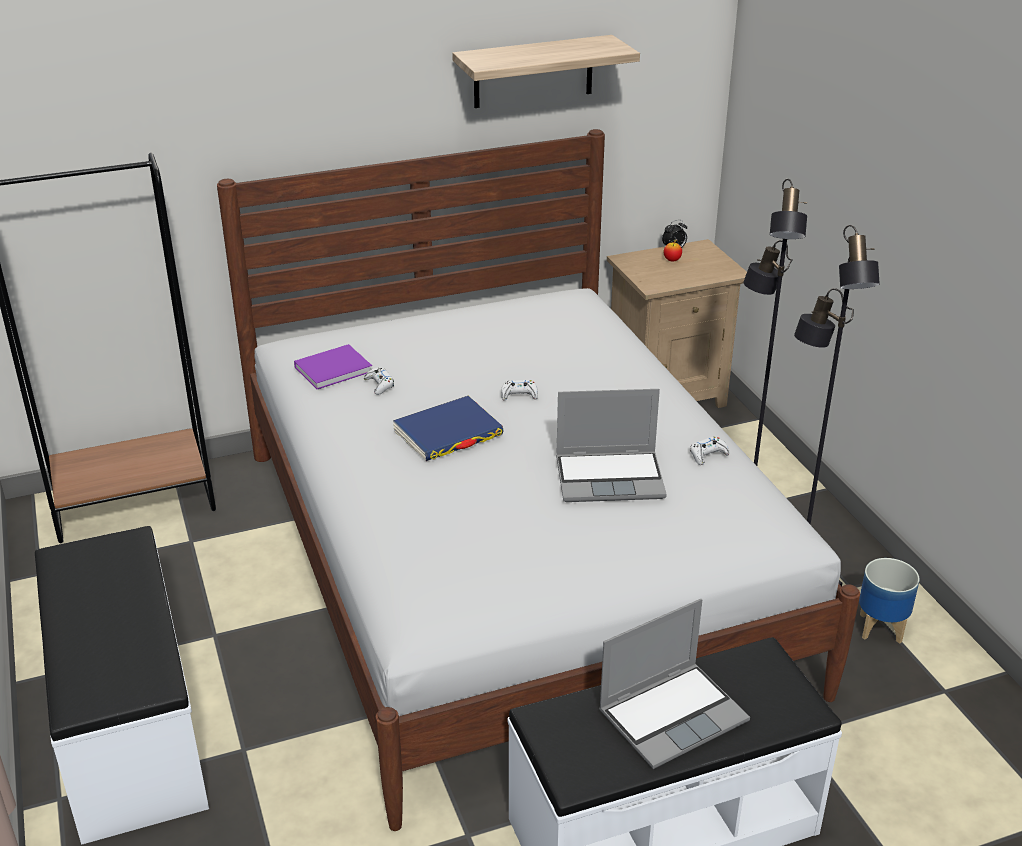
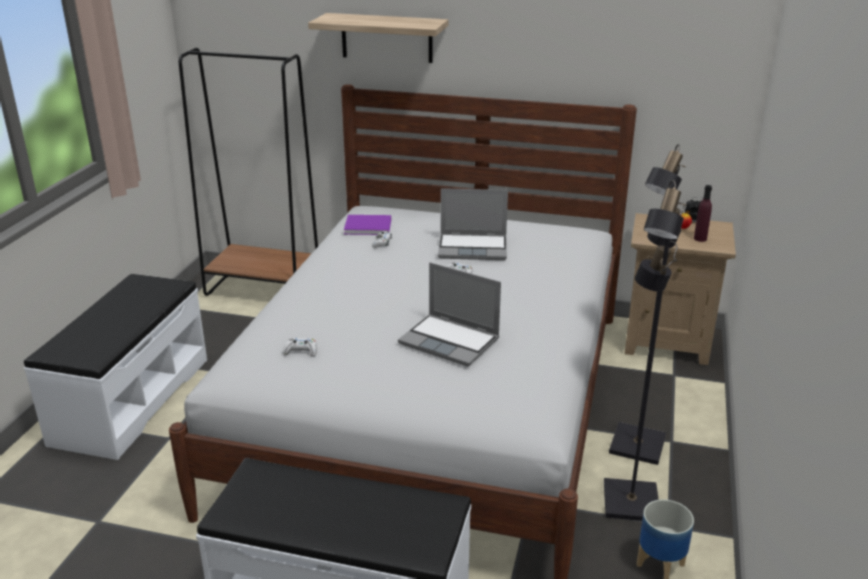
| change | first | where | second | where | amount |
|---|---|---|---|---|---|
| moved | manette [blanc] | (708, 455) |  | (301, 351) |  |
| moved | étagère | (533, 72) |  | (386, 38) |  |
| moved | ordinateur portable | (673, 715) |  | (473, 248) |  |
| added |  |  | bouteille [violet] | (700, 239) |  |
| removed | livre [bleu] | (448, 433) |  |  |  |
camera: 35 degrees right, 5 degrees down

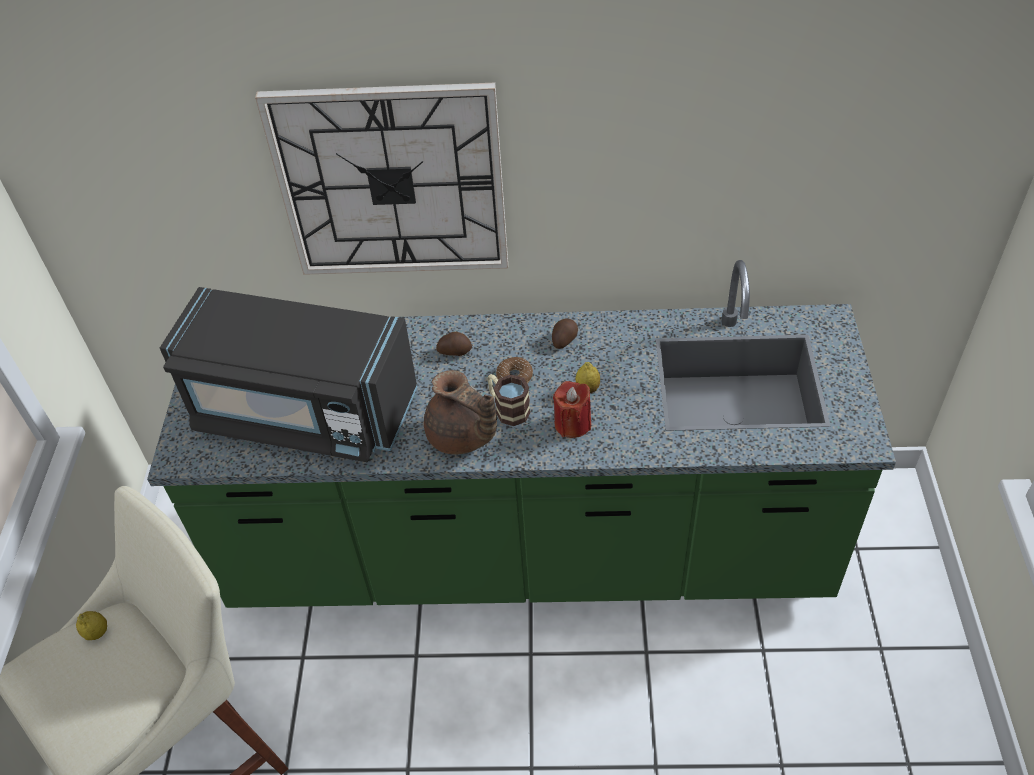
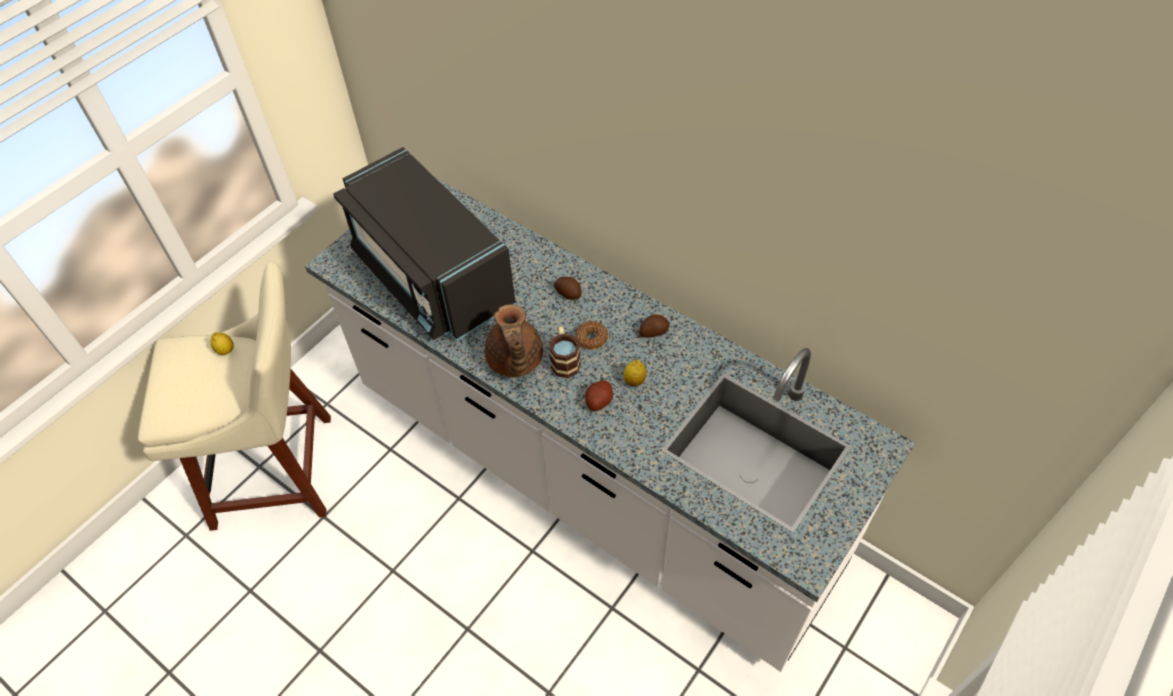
| change | first | where | second | where | amount |
|---|---|---|---|---|---|
| recoloured | comptoir de cuisine [vert] | (529, 553) | comptoir de cuisine [blanc] | (591, 478) |  |
| replaced | bougie [rouge] | (572, 424) | pomme de terre | (598, 401) |  |
| removed | horloge murale | (392, 183) |  |  |  |
camera: 35 degrees right, 5 degrees up

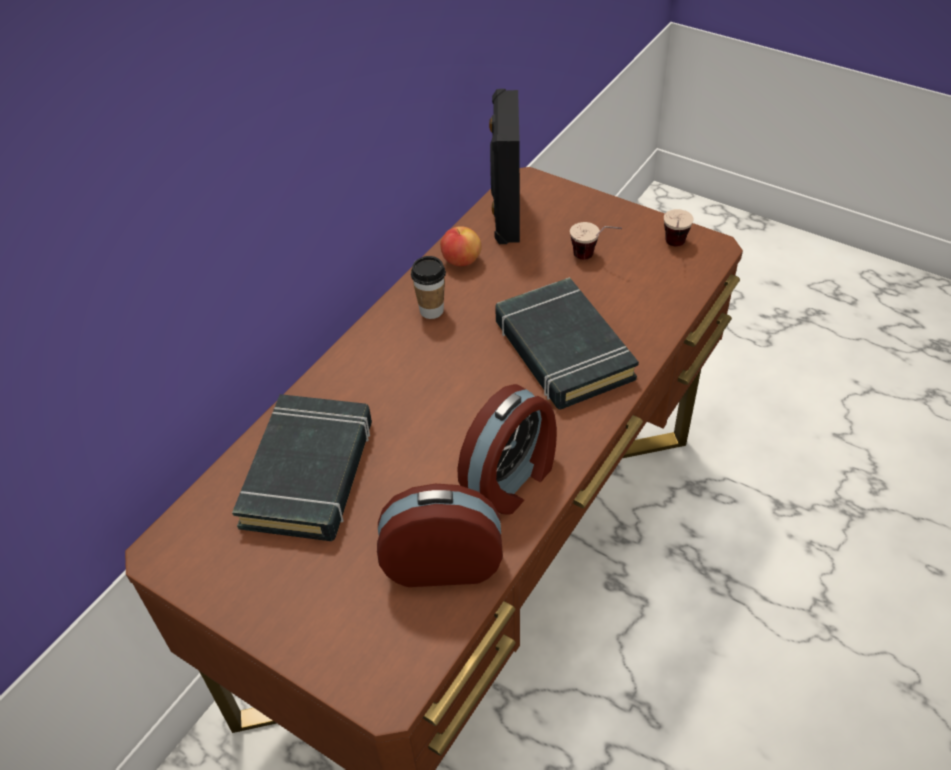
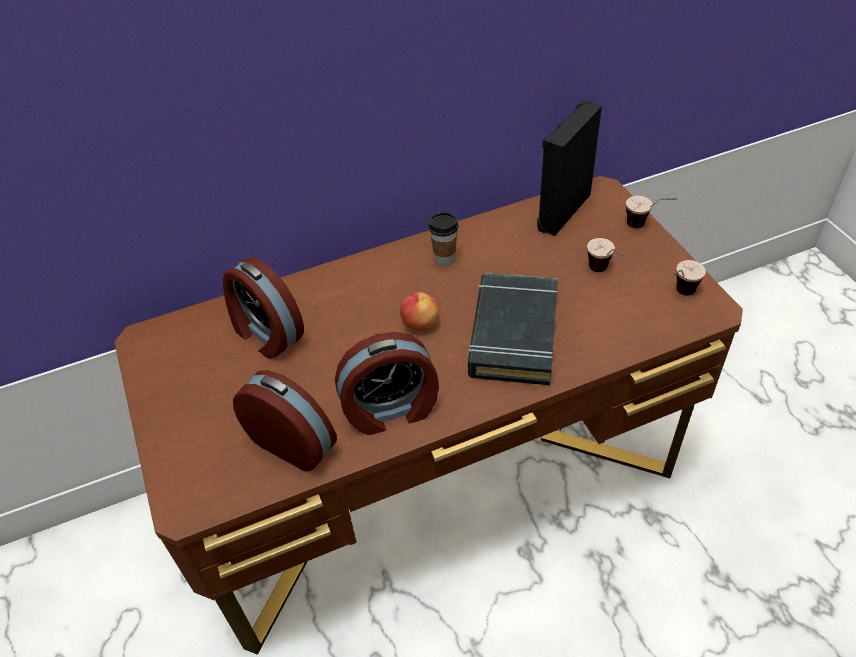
| change | first | where | second | where | amount |
|---|---|---|---|---|---|
| replaced | livre [noir] | (309, 473) | réveil | (266, 334) |  |
| moved | pomme | (461, 261) |  | (420, 323) |  |
| added |  |  | tasse | (645, 226) |  |
camera: 35 degrees right, 0 degrees up

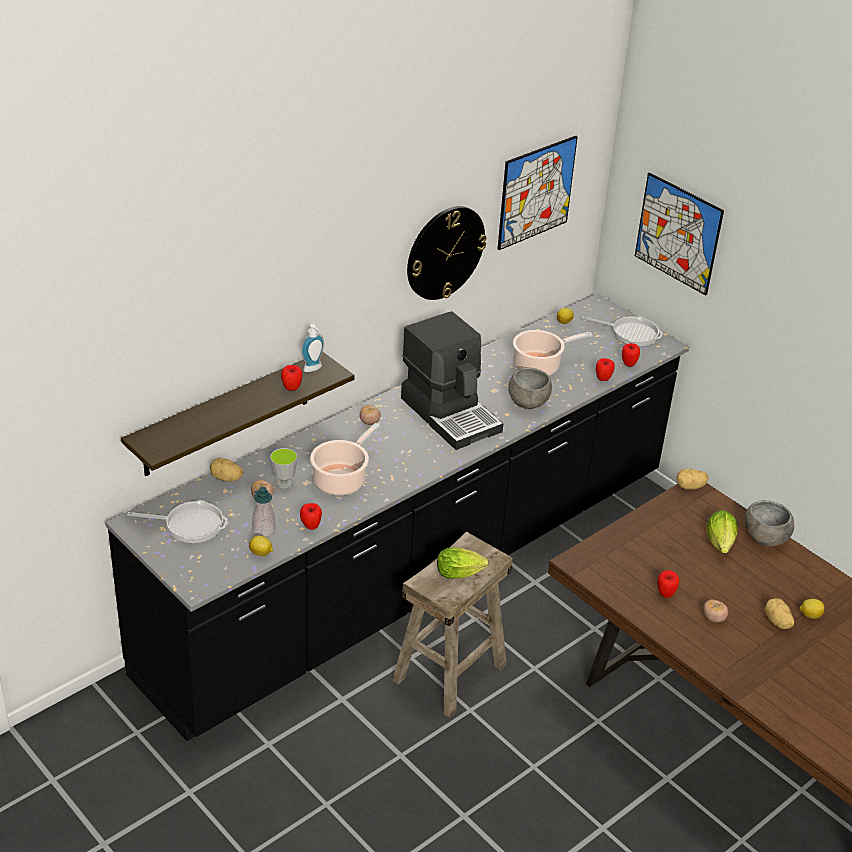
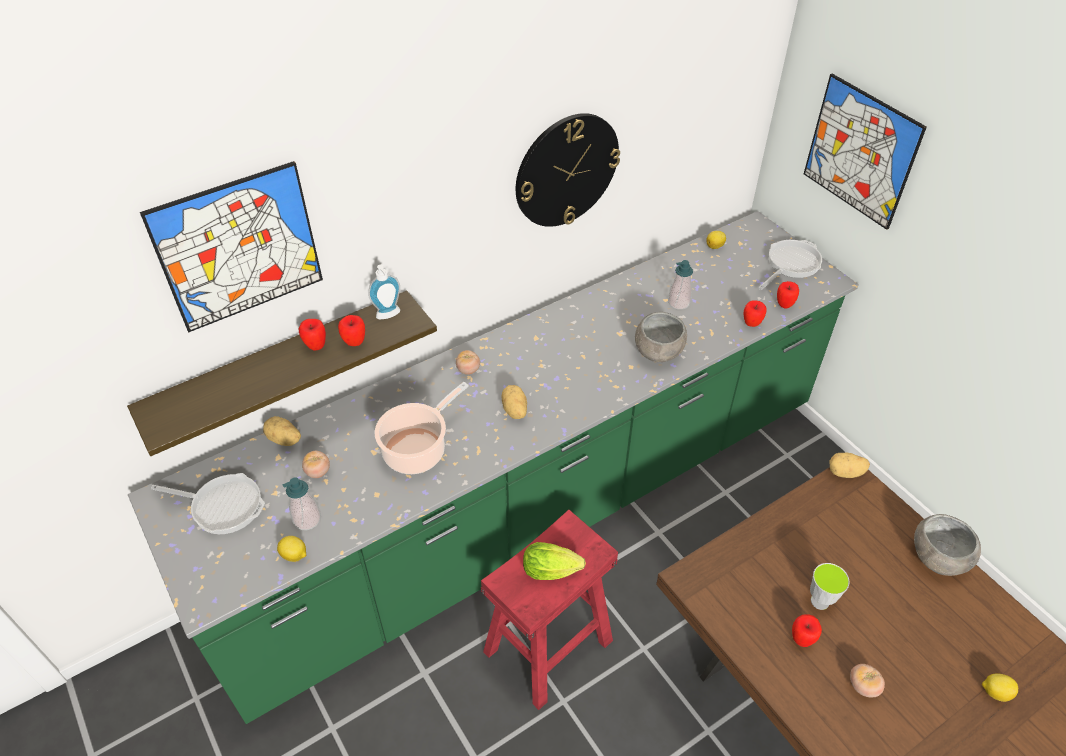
| change | first | where | second | where | amount |
|---|---|---|---|---|---|
| recoloured | comptoir de cuisine [noir] | (416, 572) | comptoir de cuisine [vert] | (533, 510) |  |
| moved | tableau | (536, 192) |  | (239, 248) |  |
| moved | pomme | (311, 527) |  | (316, 346) |  |
| recoloured | tabouret [beige] | (449, 671) | tabouret [rouge] | (548, 645) |  |
| moved | pomme de terre | (777, 622) |  | (514, 410) |  |
| replaced | marmite | (539, 366) | distributeur de savon | (678, 303) |  |
| turned | poêle | (631, 333) |  | (791, 264) | 75 degrees counterclockwise |
| moved | tasse | (284, 484) |  | (820, 601) |  |
| removed | machine à café | (451, 414) |  |  |  |
| removed | laitue | (720, 545) |  |  |  |
camera: 10 degrees right, 10 degrees up

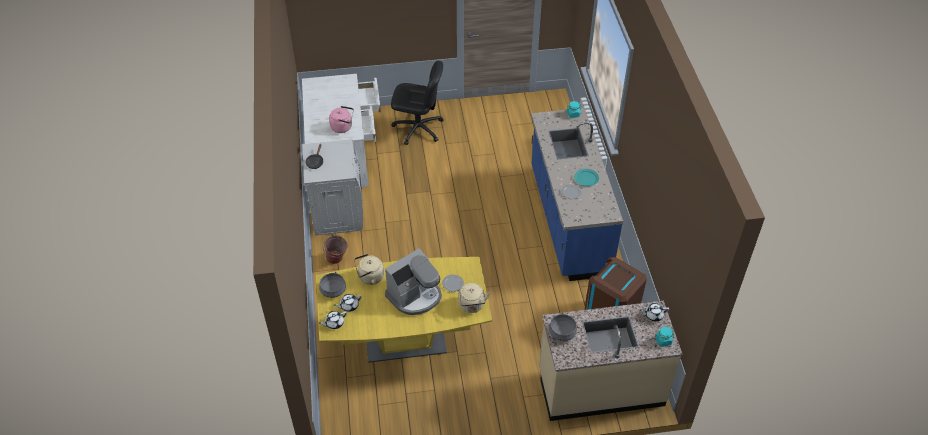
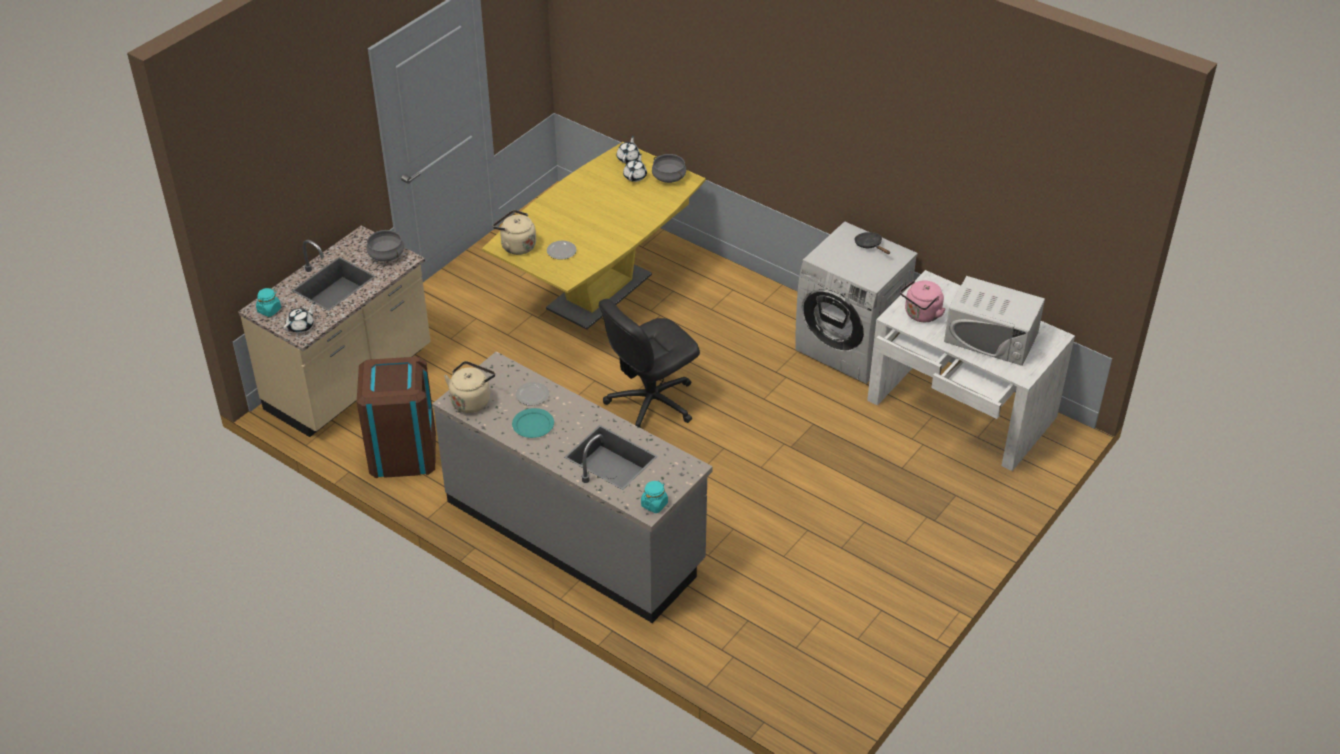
| change | first | where | second | where | amount |
|---|---|---|---|---|---|
| recoloured | comptoir de cuisine [bleu] | (567, 220) | comptoir de cuisine [gris] | (575, 532) |  |
| moved | bouilloire [beige] | (369, 277) |  | (471, 400) |  |
| moved | chaise de bureau [noir] | (418, 128) |  | (650, 402) |  |
| added |  |  | micro-ondes [blanc] | (991, 337) |  |
| removed | seau | (337, 260) |  |  |  |
| removed | machine à café | (415, 296) |  |  |  |
camera: 135 degrees right, 5 degrees down

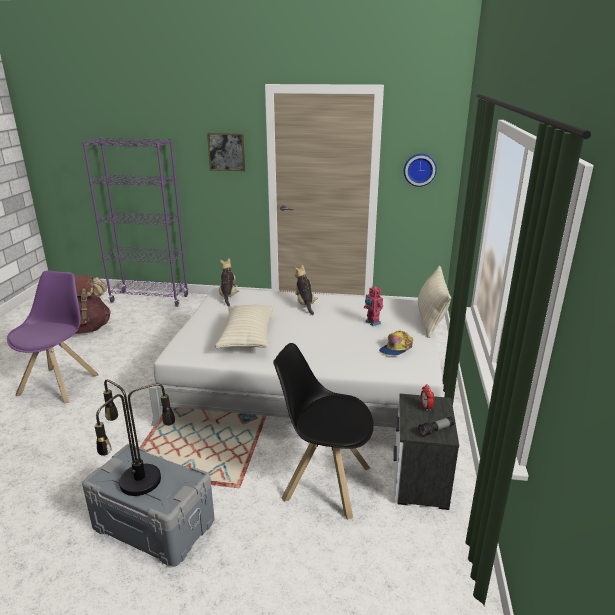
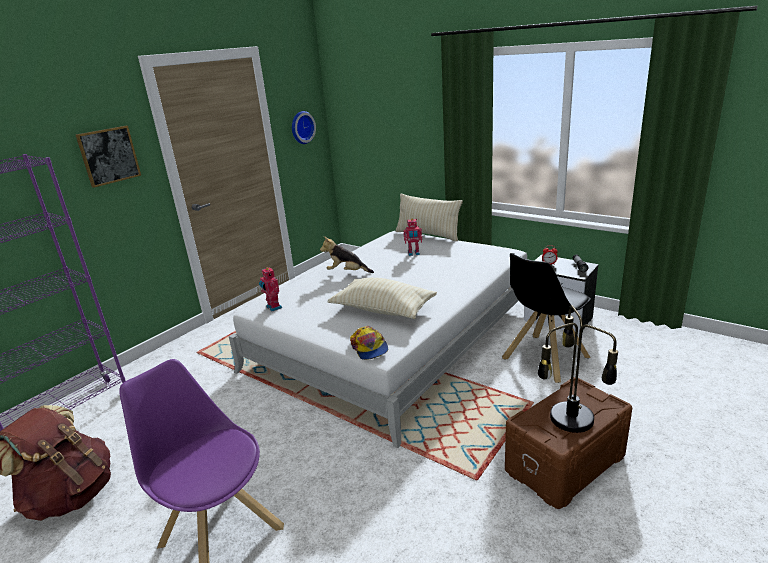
| change | first | where | second | where | amount |
|---|---|---|---|---|---|
| replaced | peluche | (228, 296) | robot jouet | (273, 307) |  |
| moved | casquette | (396, 348) |  | (369, 348) |  |
| recoloured | boîte de rangement [gris] | (153, 525) | boîte de rangement [marron] | (566, 463) |  |
camera: 60 degrees left, 0 degrees up

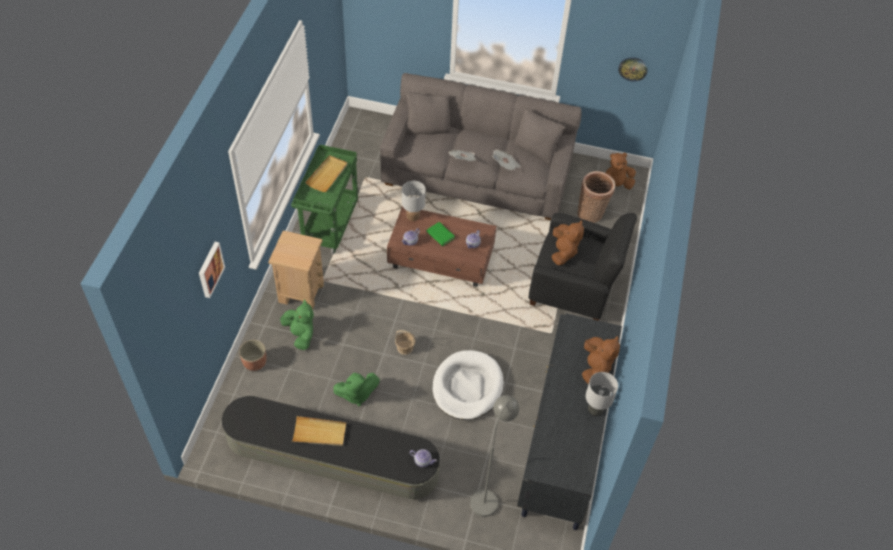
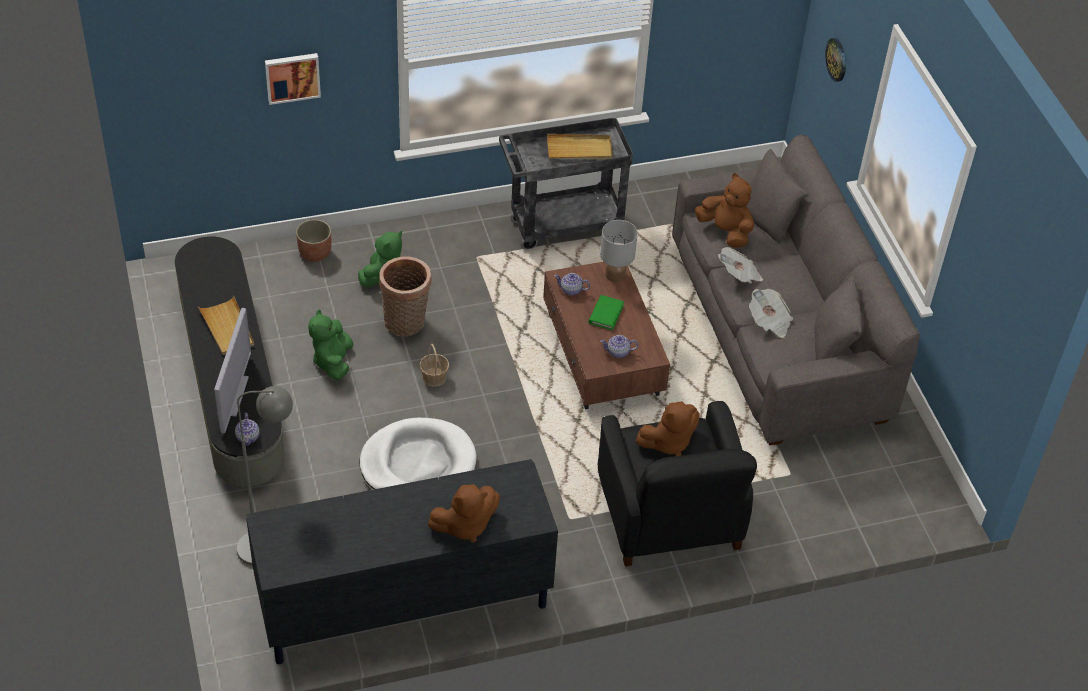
| change | first | where | second | where | amount |
|---|---|---|---|---|---|
| added |  |  | téléviseur | (233, 395) |  |
| turned | peluche [vert] | (356, 394) |  | (333, 361) | 45 degrees clockwise |
| moved | panier | (591, 213) |  | (406, 324) |  |
| recoloured | chariot [vert] | (329, 229) | chariot [gris] | (560, 229) |  |
| moved | peluche [marron] | (615, 186) |  | (725, 231) |  |
| moved | horloge murale | (633, 68) |  | (837, 59) |  |
| removed | table de chevet [beige] | (302, 292) |  |  |  |
| removed | lampe de table [gris] | (595, 409) |  |  |  |
camera: 60 degrees right, 5 degrees down

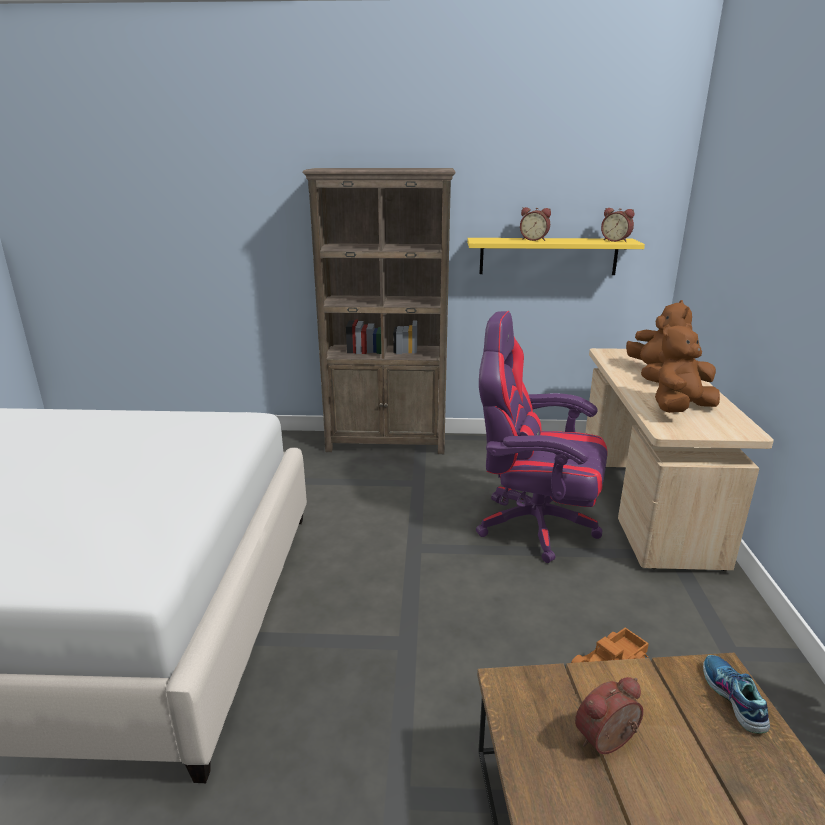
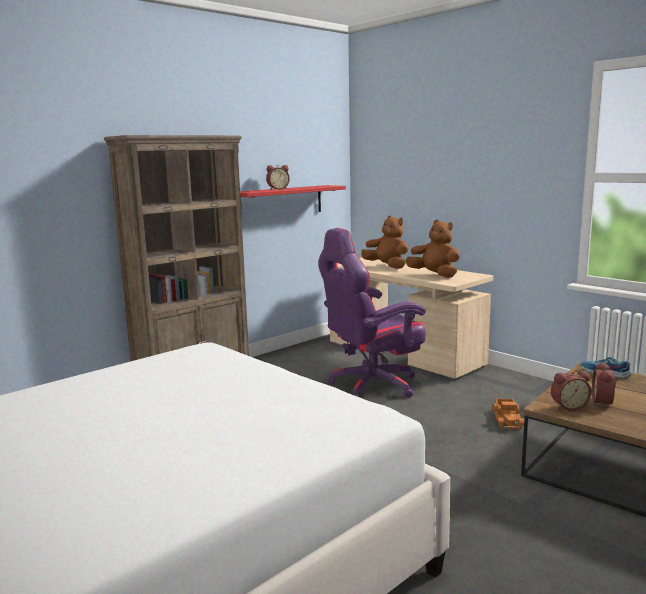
| change | first | where | second | where | amount |
|---|---|---|---|---|---|
| recoloured | étagère [jaune] | (548, 256) | étagère [rouge] | (281, 202) |  |
| turned | peluche [marron] | (680, 409) |  | (434, 275) | 120 degrees clockwise |
| moved | réveil | (616, 240) |  | (568, 406) |  |
camera: 45 degrees left, 10 degrees down

